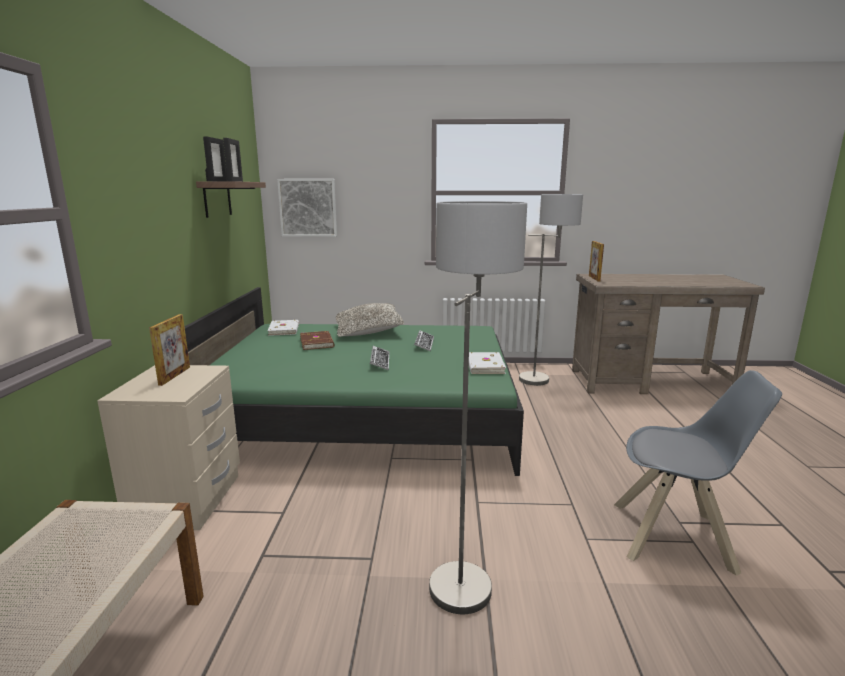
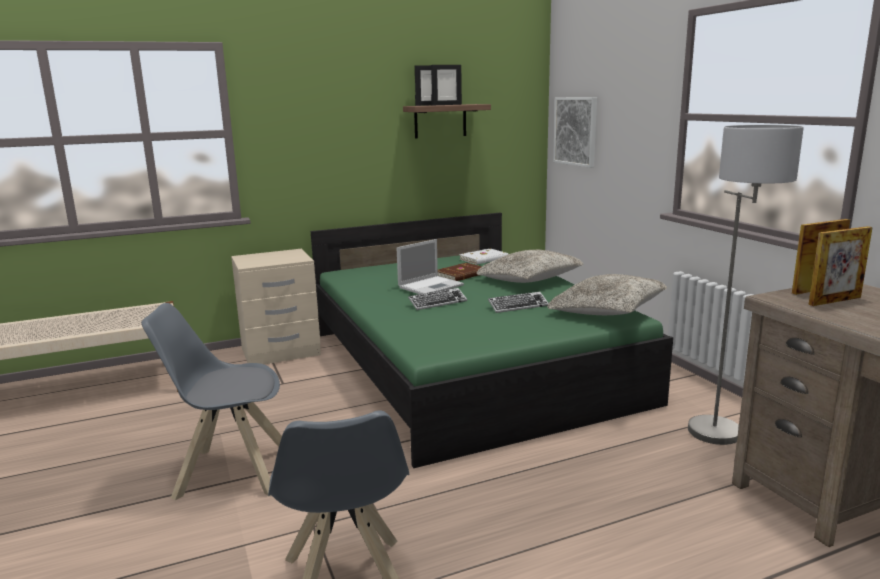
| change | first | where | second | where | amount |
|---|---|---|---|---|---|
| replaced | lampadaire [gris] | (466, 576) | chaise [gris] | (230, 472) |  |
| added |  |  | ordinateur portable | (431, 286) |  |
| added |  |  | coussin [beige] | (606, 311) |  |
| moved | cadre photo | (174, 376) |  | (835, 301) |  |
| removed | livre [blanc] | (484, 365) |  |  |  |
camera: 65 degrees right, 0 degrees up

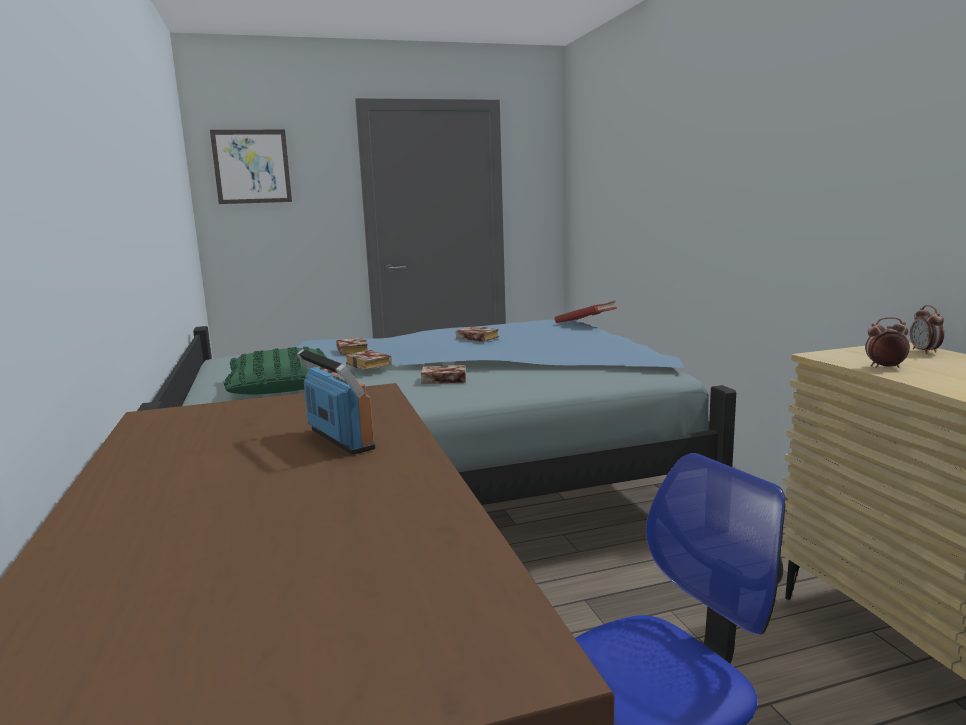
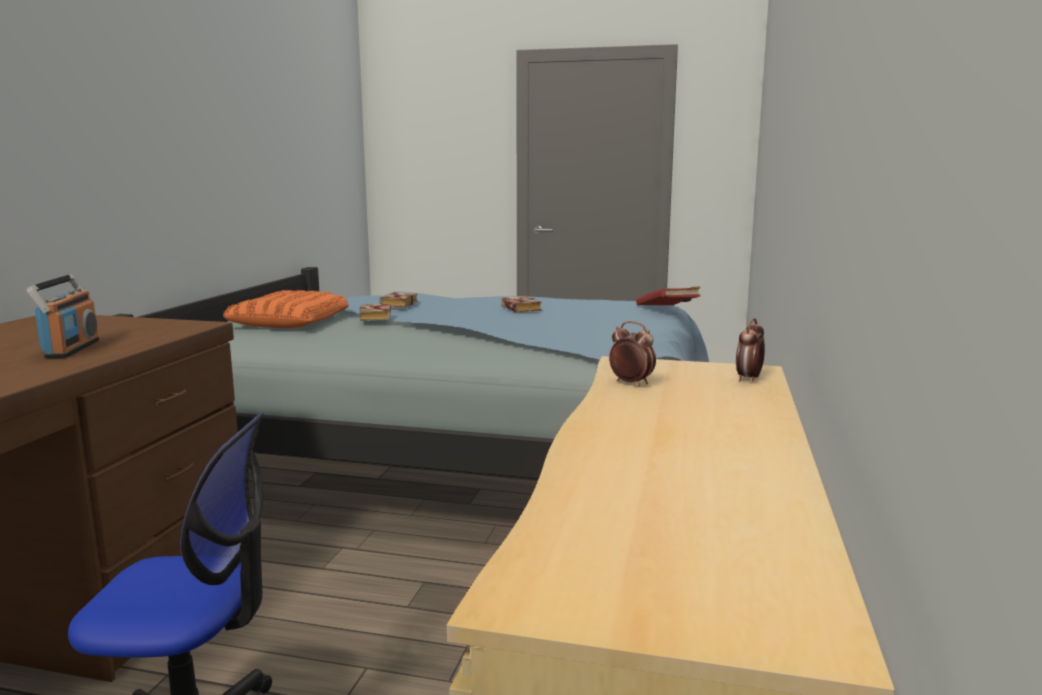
| change | first | where | second | where | amount |
|---|---|---|---|---|---|
| recoloured | coussin [vert] | (281, 385) | coussin [orange] | (290, 323) |  |
| removed | tableau | (252, 166) |  |  |  |
| removed | livre | (442, 380) |  |  |  |
camera: 30 degrees right, 0 degrees up

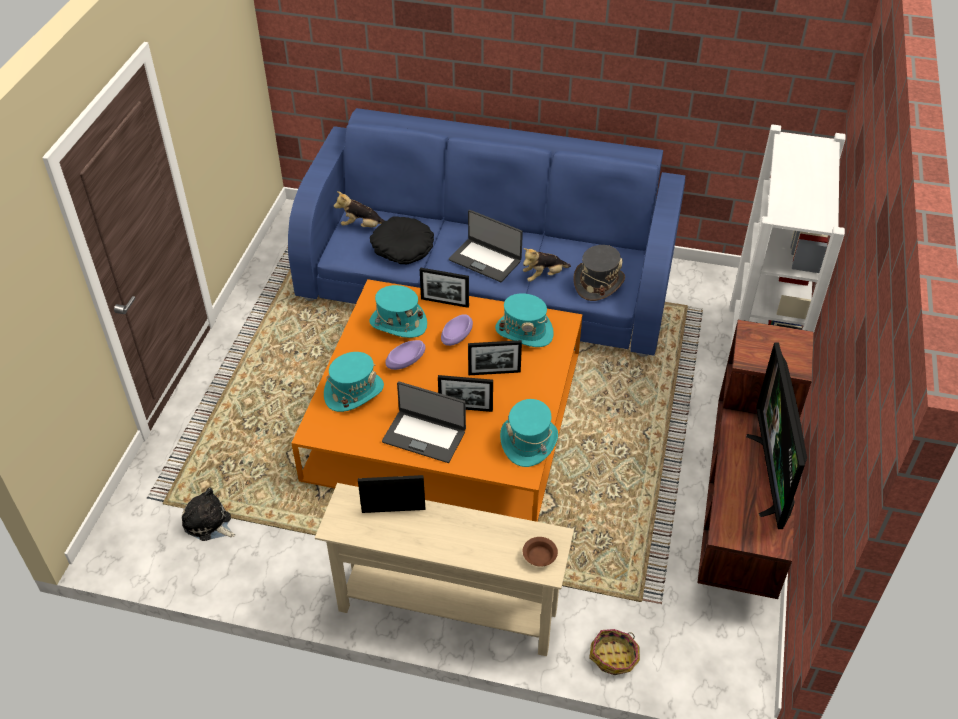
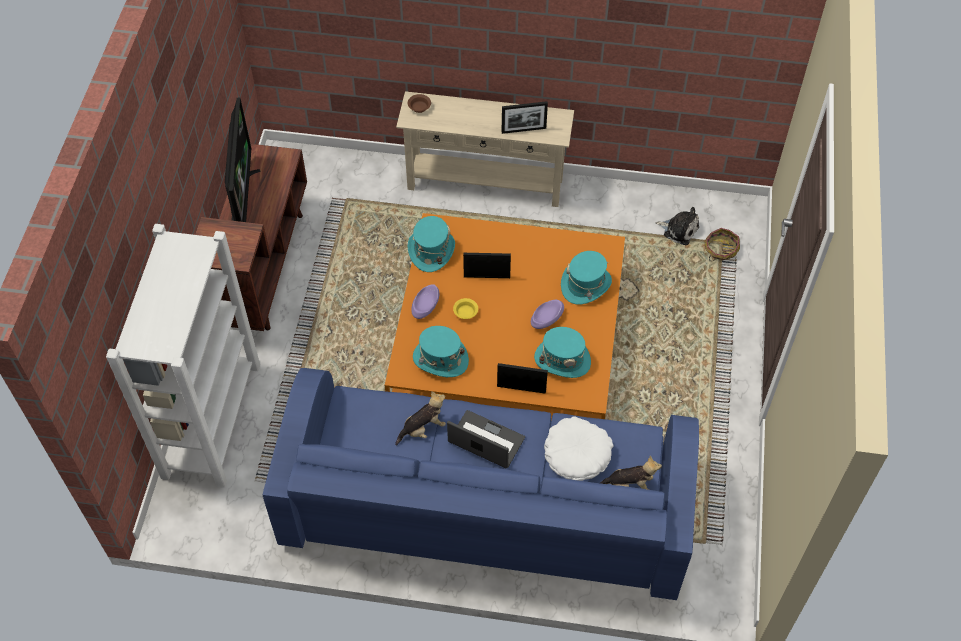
| change | first | where | second | where | amount |
|---|---|---|---|---|---|
| moved | bol [violet] | (457, 336) |  | (425, 306) |  |
| replaced | cadre photo | (494, 372) | bol [jaune] | (465, 313) |  |
| recoloured | coussin [noir] | (404, 248) | coussin [blanc] | (576, 455) |  |
| moved | panier | (614, 657) |  | (720, 249) |  |
| removed | ordinateur portable | (424, 436) |  |  |  |
| removed | chapeau [gris] | (598, 283) |  |  |  |
camera: 175 degrees right, 10 degrees up

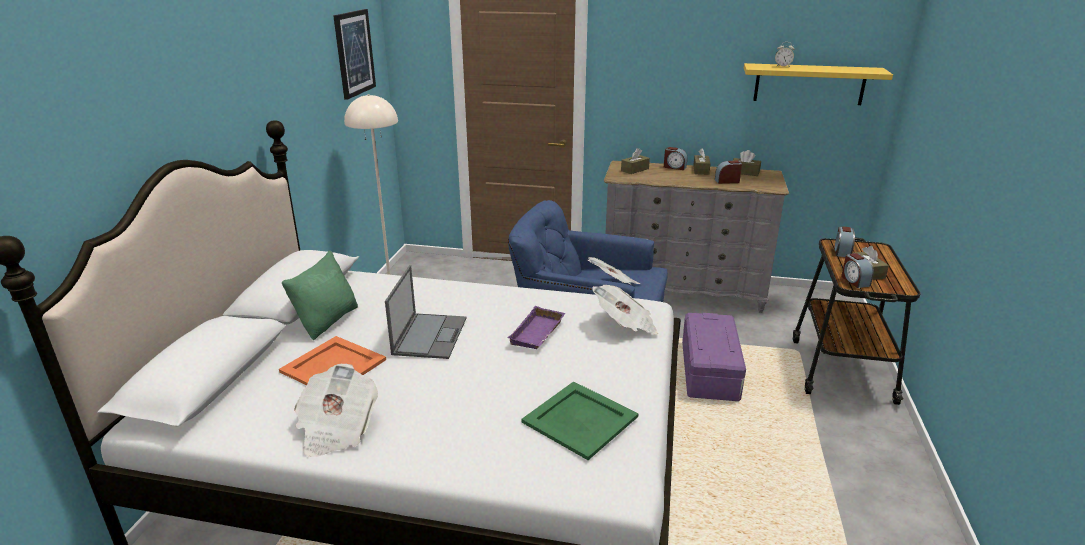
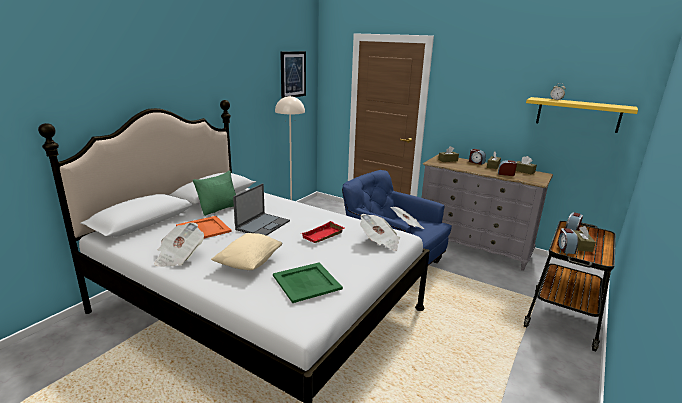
| change | first | where | second | where | amount |
|---|---|---|---|---|---|
| added |  |  | coussin [beige] | (249, 263) |  |
| recoloured | plateau [violet] | (538, 333) | plateau [rouge] | (323, 236) |  |
| removed | boîte de rangement [violet] | (710, 371) |  |  |  |
camera: 20 degrees right, 5 degrees down

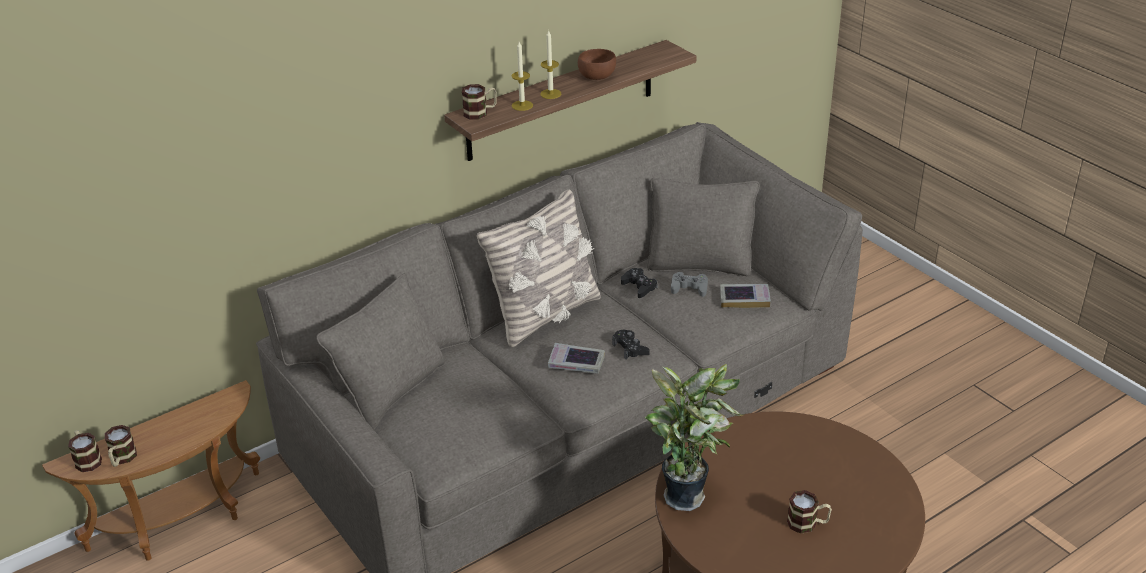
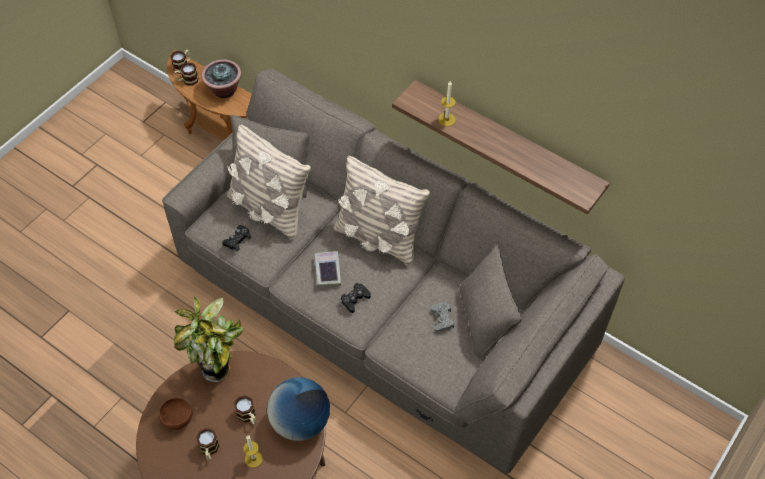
| change | first | where | second | where | amount |
|---|---|---|---|---|---|
| moved | bol [marron] | (596, 77) |  | (177, 419) |  |
| added |  |  | plante en pot | (224, 90) |  |
| moved | manette [noir] | (639, 286) |  | (237, 240) |  |
| added |  |  | coussin [beige] | (269, 209) |  |
| moved | mug | (480, 113) |  | (248, 416) |  |
| moved | bougie | (550, 94) |  | (253, 459) |  |
| added |  |  | globe | (300, 422) |  |
| removed | livre | (744, 299) |  |  |  |
camera: 70 degrees right, 20 degrees up

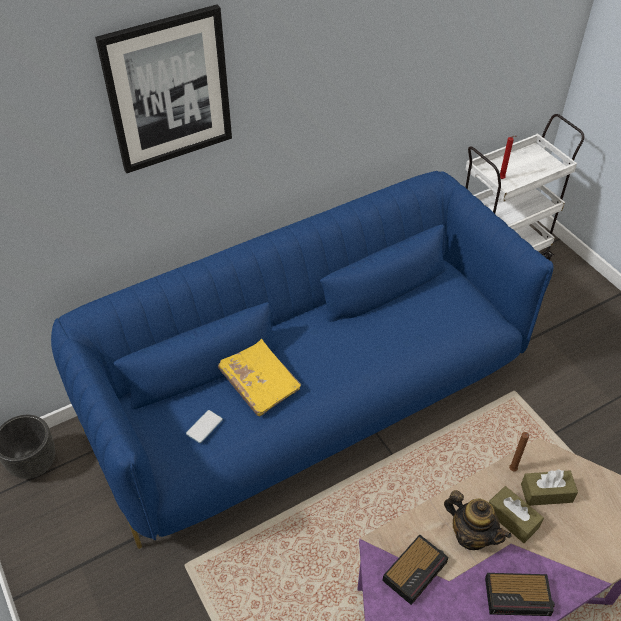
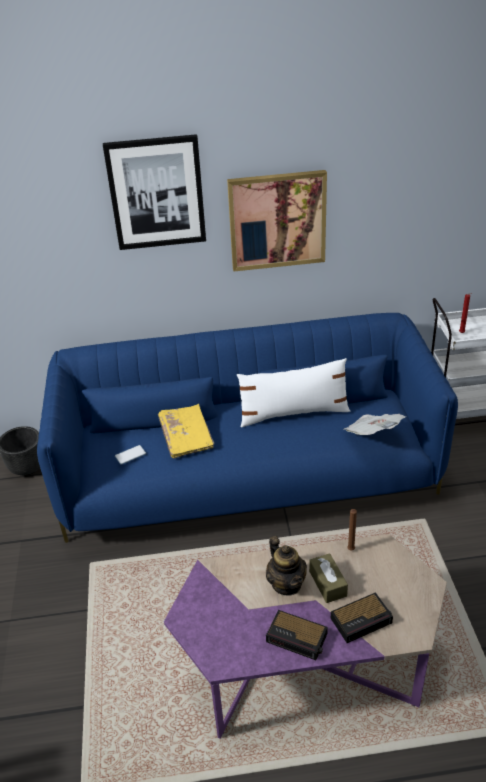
| change | first | where | second | where | amount |
|---|---|---|---|---|---|
| added |  |  | tableau | (277, 220) |  |
| added |  |  | coussin [blanc] | (293, 413) |  |
| moved | réveil | (415, 570) |  | (362, 620) |  |
| added |  |  | journal | (373, 435) |  |
| removed | boîte à mouchoirs [marron] | (546, 493) |  |  |  |
camera: 25 degrees right, 10 degrees down

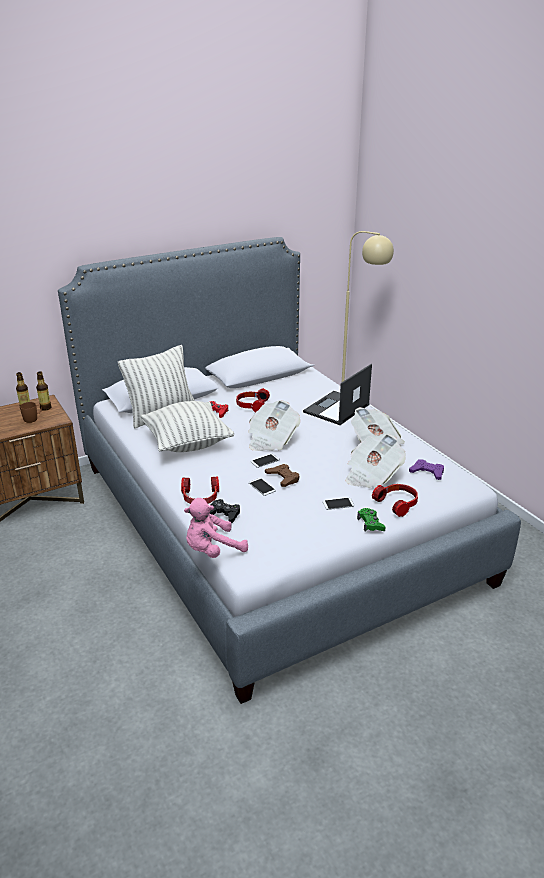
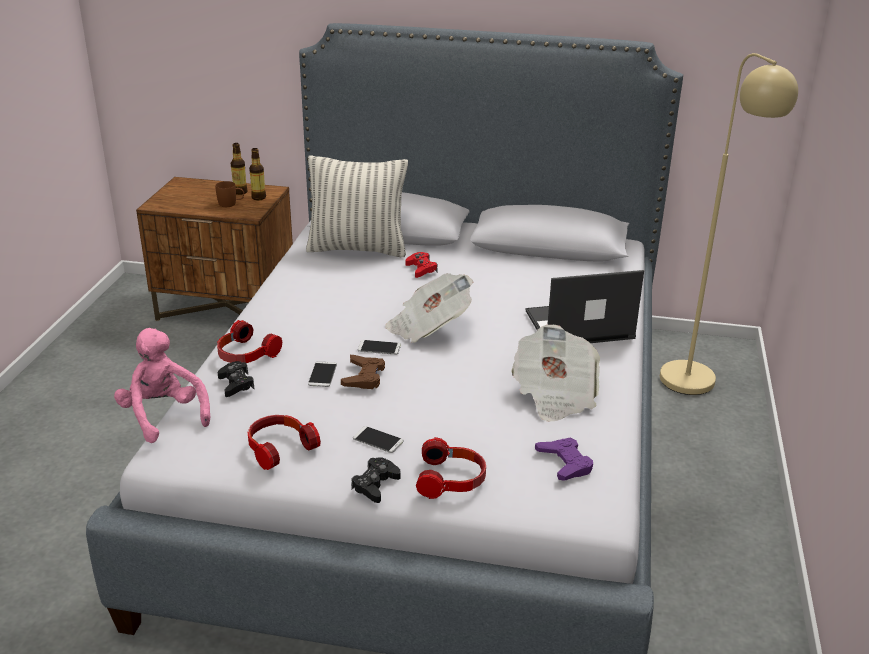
| change | first | where | second | where | amount |
|---|---|---|---|---|---|
| turned | peluche [rose] | (212, 550) |  | (164, 416) | 45 degrees clockwise |
| moved | casque audio | (252, 406) |  | (279, 448) |  |
| recoloured | manette [vert] | (370, 524) | manette [noir] | (375, 485) |  |
| removed | coussin | (187, 443) |  |  |  |
| removed | journal | (372, 475) |  |  |  |
camera: 40 degrees right, 0 degrees up

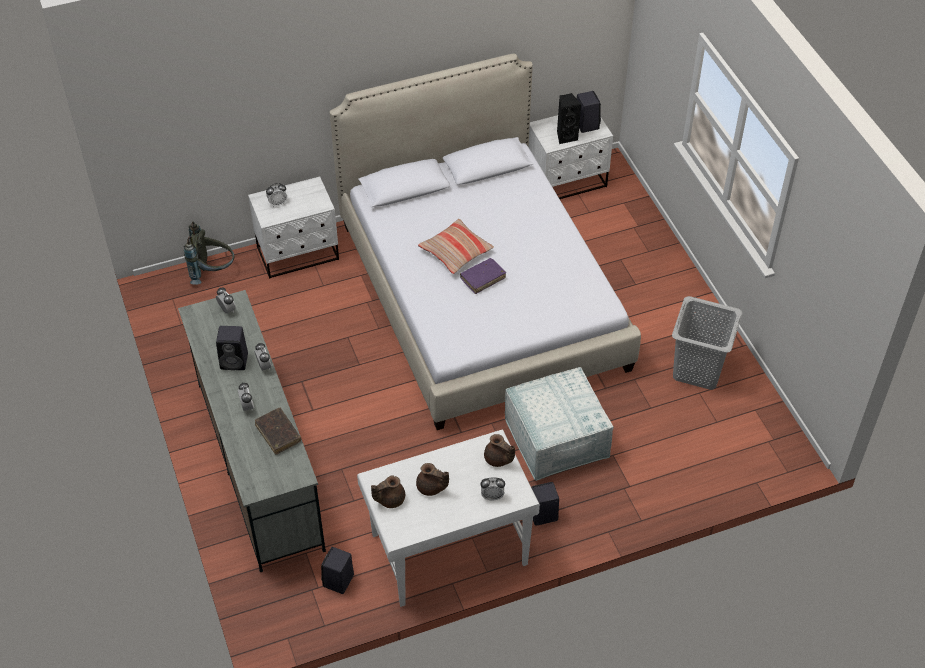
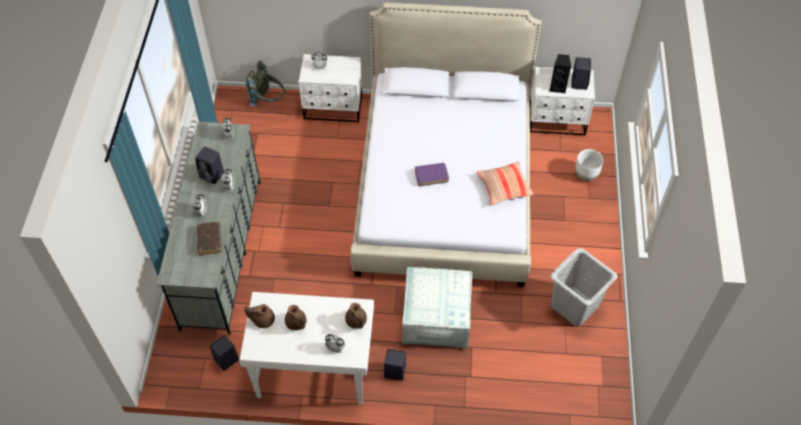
| change | first | where | second | where | amount |
|---|---|---|---|---|---|
| moved | coussin | (456, 251) |  | (504, 187) |  |
| added |  |  | cache-pot [blanc] | (586, 175) |  |
camera: 25 degrees right, 5 degrees up

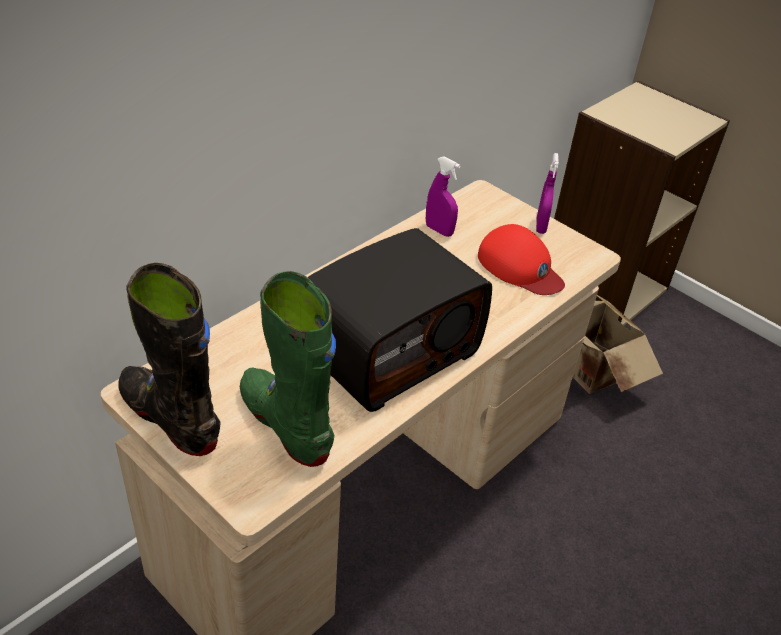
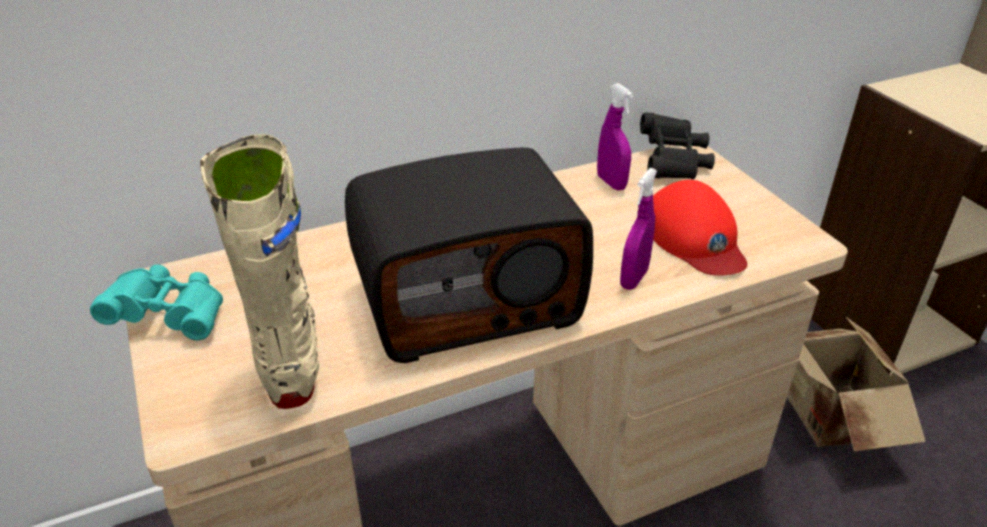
| change | first | where | second | where | amount |
|---|---|---|---|---|---|
| replaced | botte [noir] | (170, 418) | jumelles [turquoise] | (170, 317) |  |
| recoloured | botte [vert] | (286, 424) | botte [beige] | (288, 353) |  |
| moved | vaporisateur [violet] | (540, 226) |  | (634, 279) |  |
| added |  |  | jumelles [noir] | (673, 163) |  |
camera: 25 degrees right, 5 degrees down

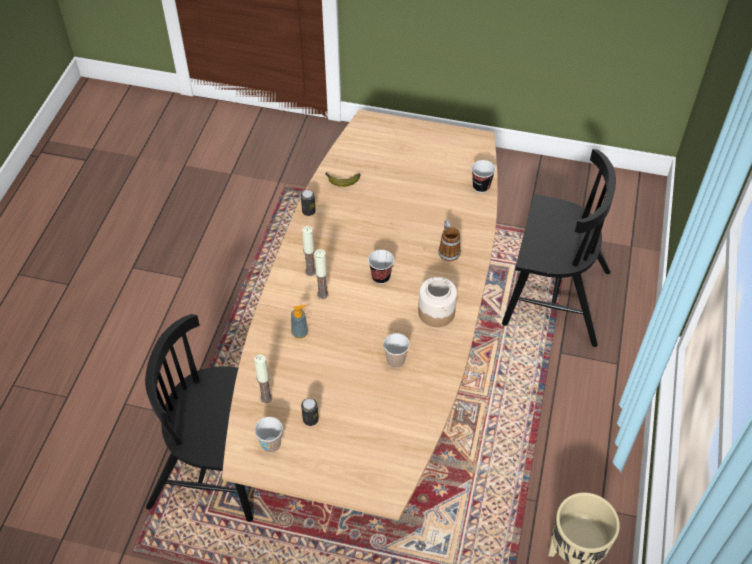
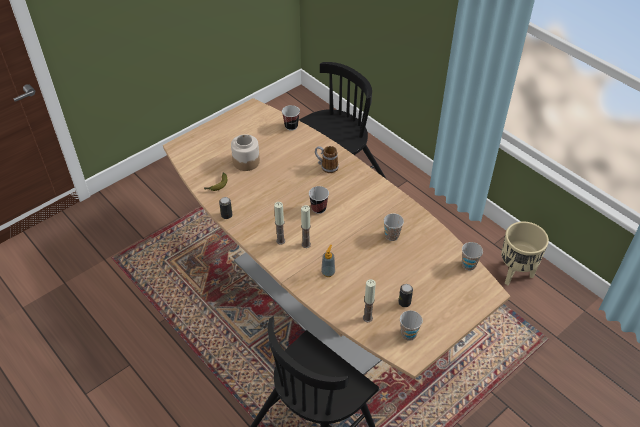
| change | first | where | second | where | amount |
|---|---|---|---|---|---|
| moved | bocal | (436, 312) |  | (246, 161) |  |
| added |  |  | tasse | (468, 265) |  |
camera: 55 degrees left, 5 degrees down

